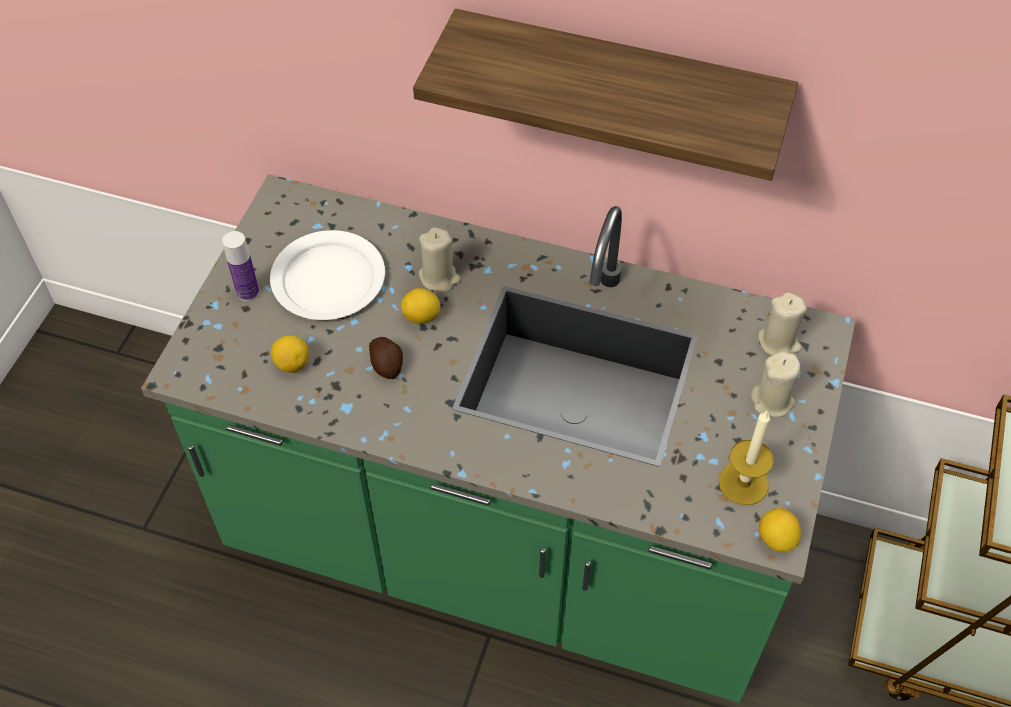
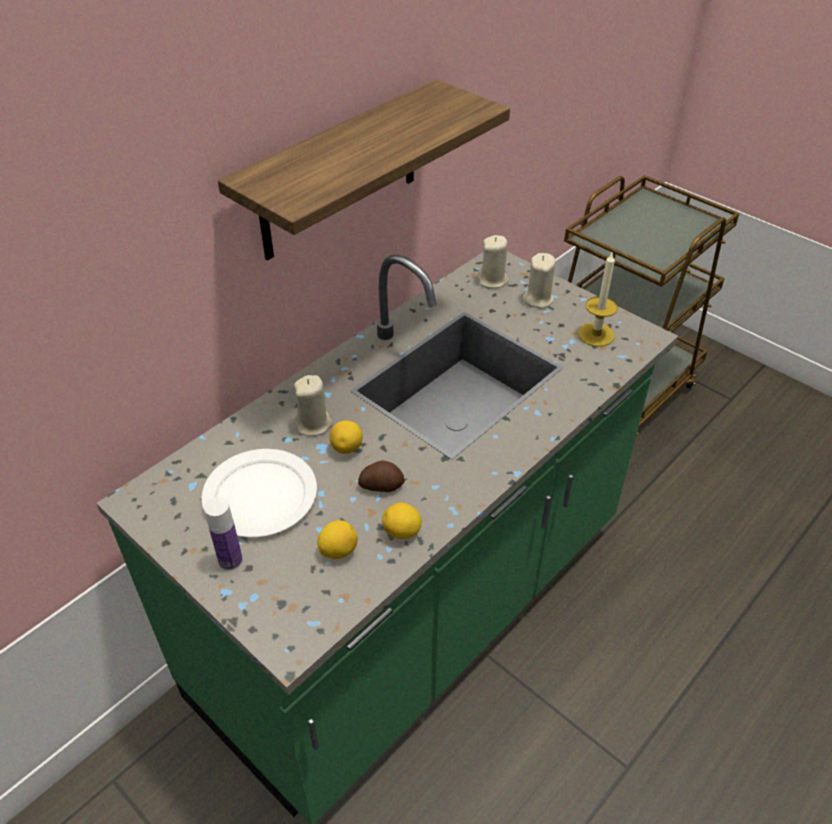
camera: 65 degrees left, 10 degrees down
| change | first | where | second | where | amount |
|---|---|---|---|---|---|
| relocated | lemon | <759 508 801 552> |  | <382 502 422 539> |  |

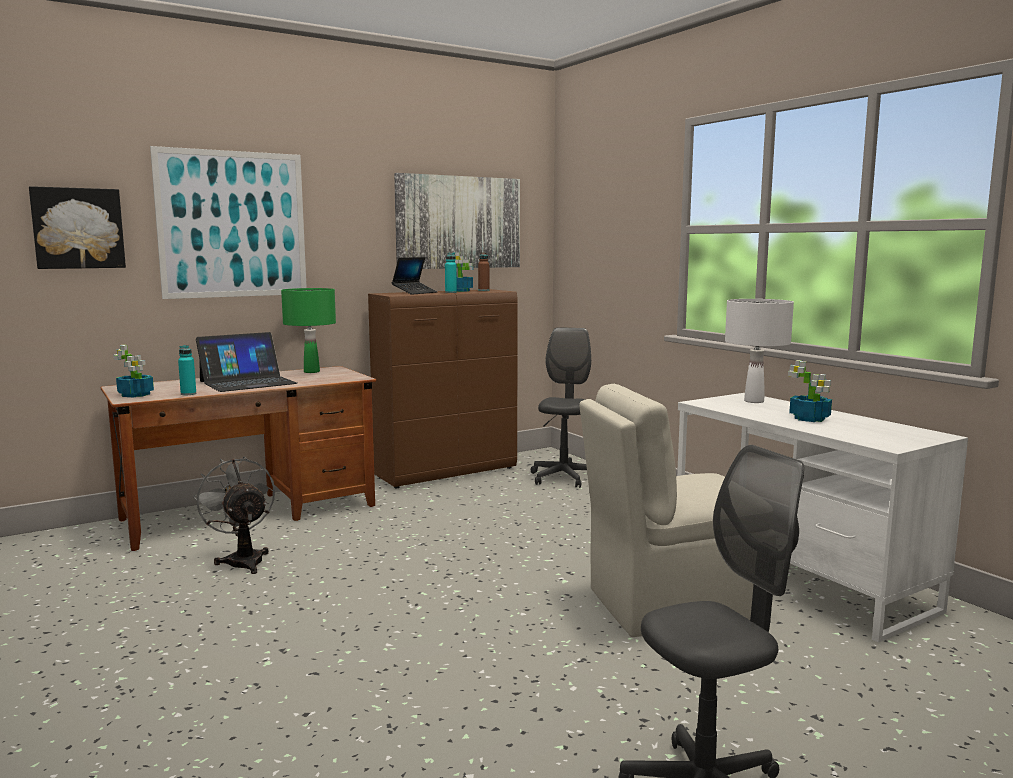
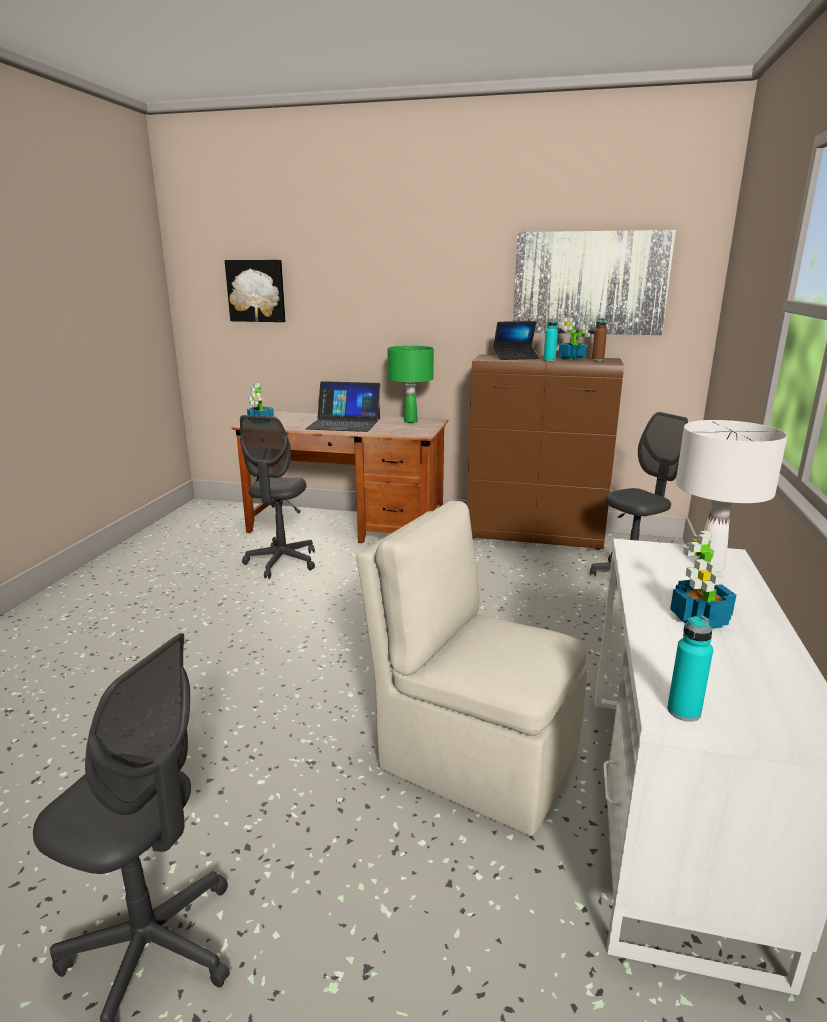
camera: 45 degrees right, 10 degrees up
| change | first | where | second | where | amount |
|---|---|---|---|---|---|
| missing | picture | <150 146 307 299> |  |  |  |
| relocated | turquoise bottle | <178 345 196 395> |  | <667 615 713 722> |  |
| exchanged | grey fan | <193 457 275 574> | grey office chair | <240 415 315 579> |  |

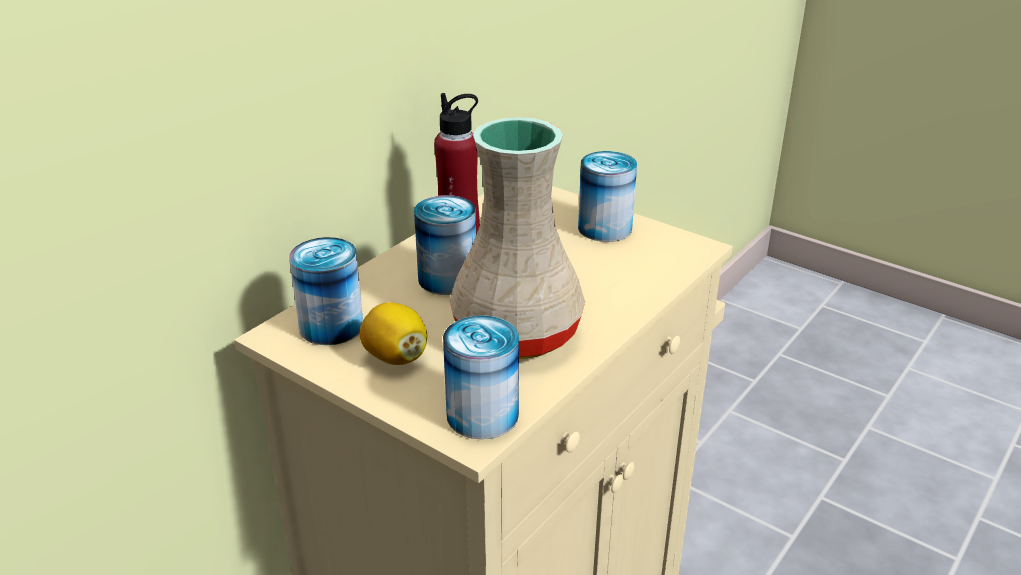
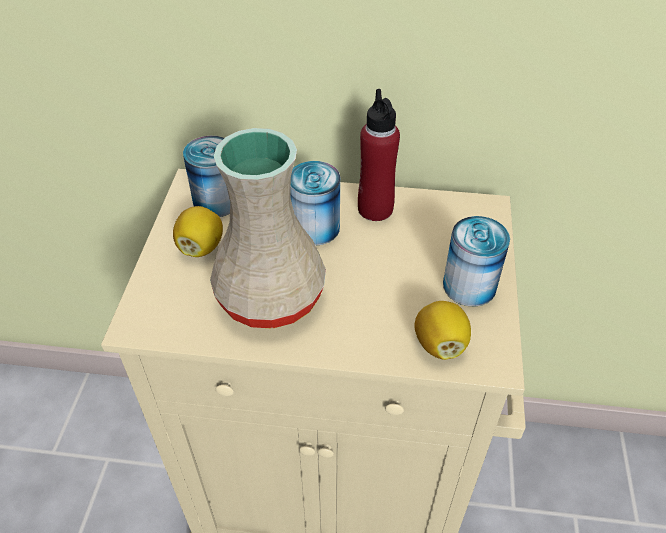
camera: 60 degrees right, 15 degrees up
| change | first | where | second | where | amount |
|---|---|---|---|---|---|
| missing | can | <443 315 519 439> |  |  |  |
| appeared |  |  | lemon | <415 301 471 360> |  |

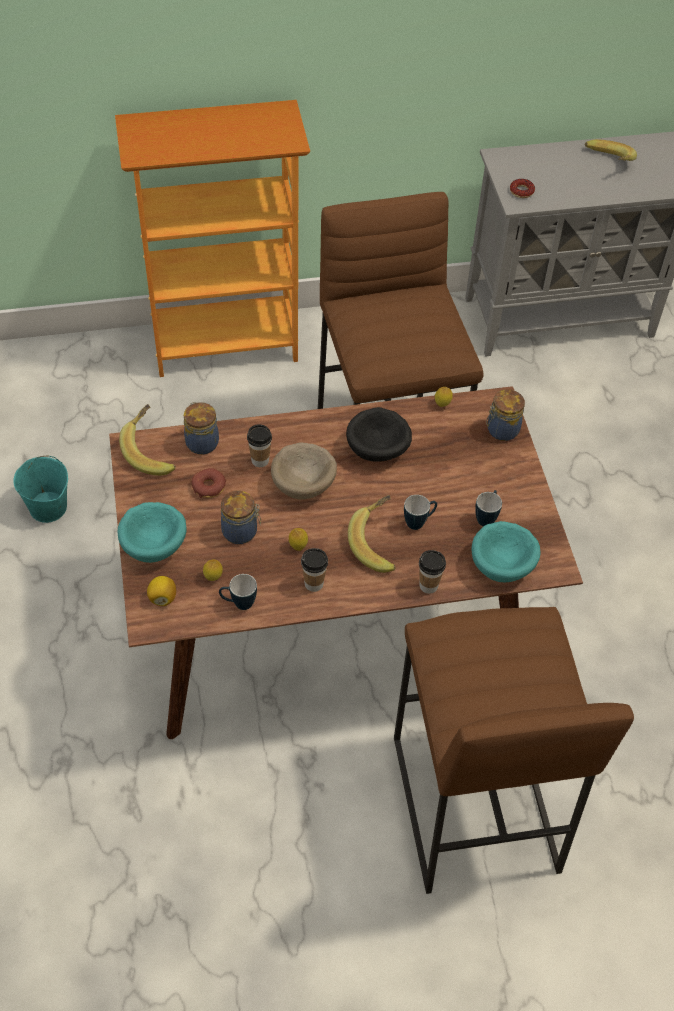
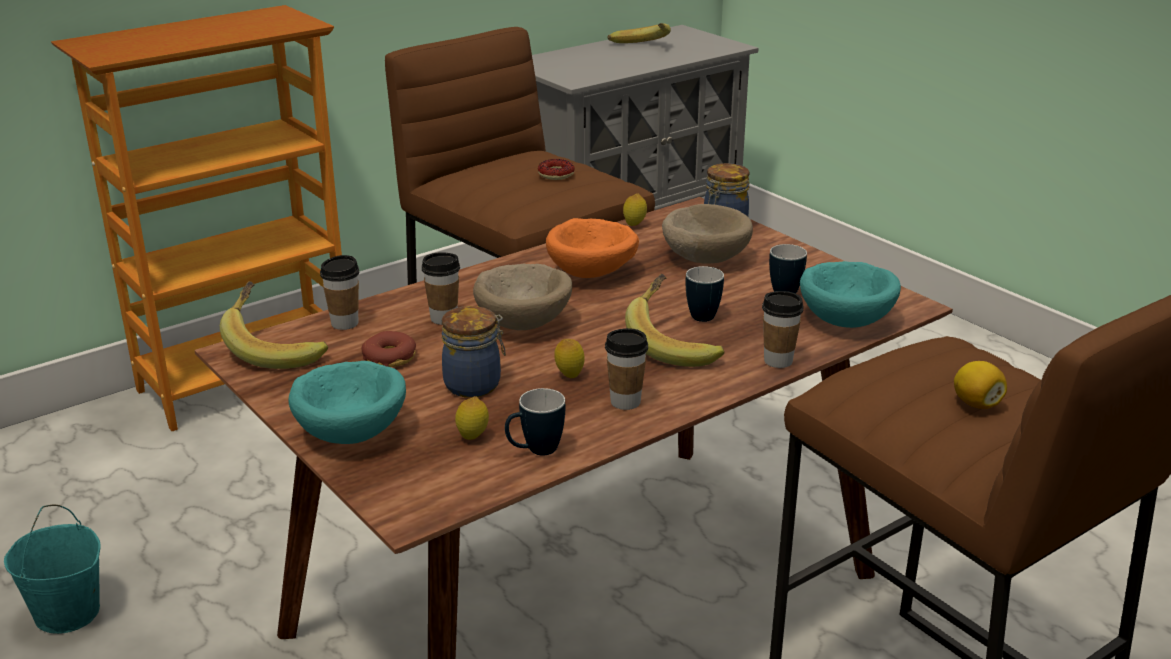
camera: 25 degrees left, 25 degrees down
| change | first | where | second | where | amount |
|---|---|---|---|---|---|
| relocated | lemon | <147 576 176 606> |  | <954 361 1007 409> |  |
| exchanged | jar | <184 402 219 455> | cup | <320 255 359 330> |  |
| colour | black bowl | <346 407 412 462> | orange bowl | <546 218 639 278> |  |
| relocated | donut | <510 179 535 198> |  | <538 159 575 180> |  |
| appeared |  |  | beige bowl | <662 204 753 263> |  |

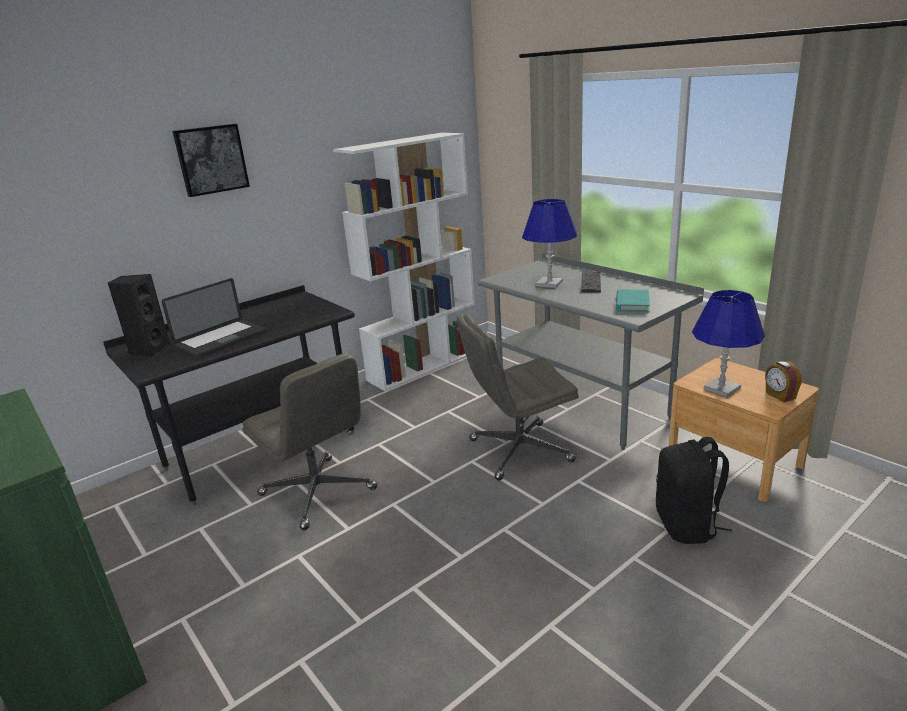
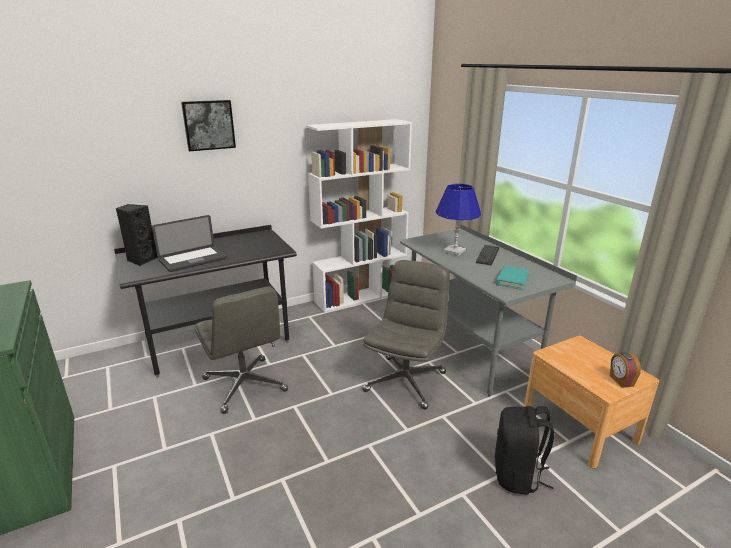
camera: 10 degrees right, 0 degrees up
| change | first | where | second | where | amount |
|---|---|---|---|---|---|
| spun | grey office chair | <457 314 578 481> |  | <362 260 450 409> | 120 degrees clockwise |
| missing | blue table lamp | <692 290 765 397> |  |  |  |

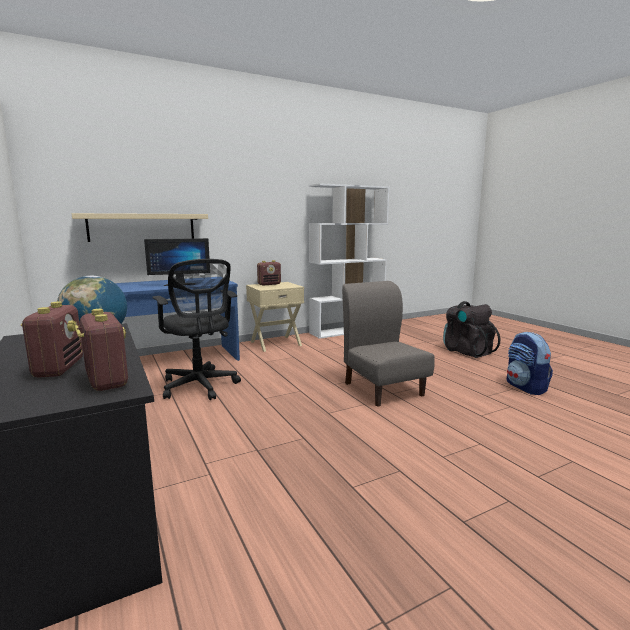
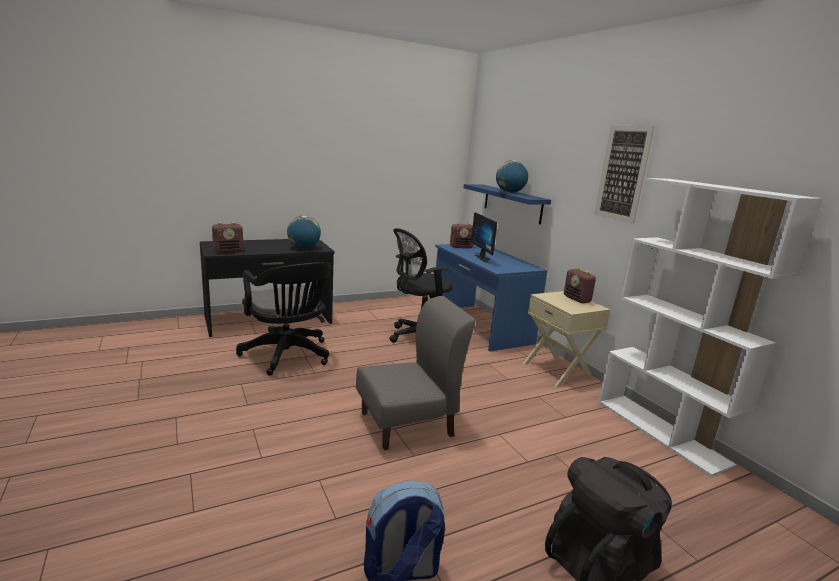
camera: 90 degrees right, 5 degrees up
| change | first | where | second | where | amount |
|---|---|---|---|---|---|
| relocated | radio | <20 302 83 378> |  | <450 223 474 248> |  |
| colour | beige shelf | <72 213 208 242> | blue shelf | <463 184 551 224> |  |
| appeared |  |  | black office chair | <236 262 331 376> |  |
| appeared |  |  | globe | <496 160 528 193> |  |
| appeared |  |  | picture | <594 125 655 224> |  |

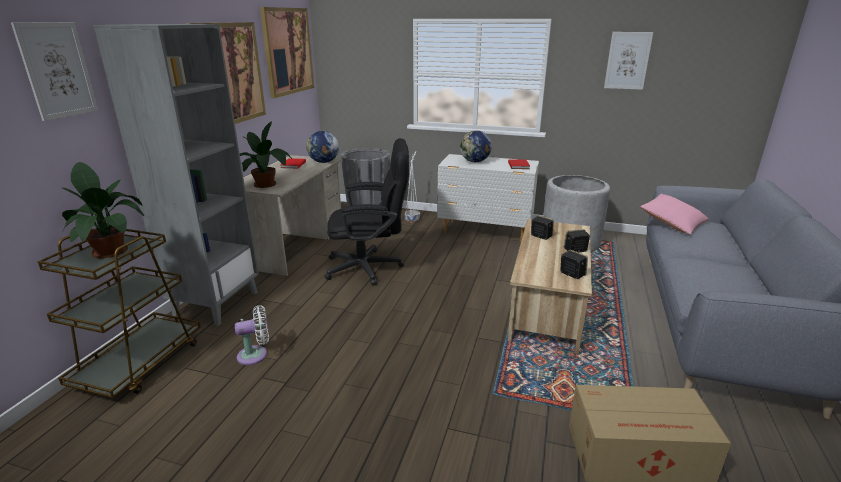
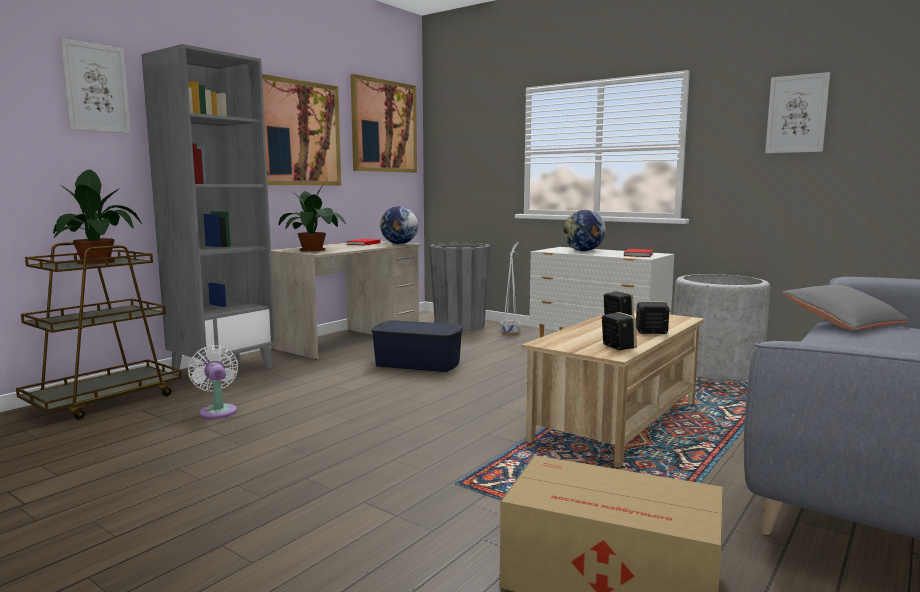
camera: 20 degrees right, 15 degrees down
| change | first | where | second | where | amount |
|---|---|---|---|---|---|
| spun | white fan | <235 305 269 365> |  | <188 345 238 419> | 120 degrees counterclockwise |
| exchanged | black office chair | <324 138 409 285> | blue storage box | <371 320 463 372> |  |
| colour | pink pillow | <640 194 709 235> | grey pillow | <783 285 910 330> |  |

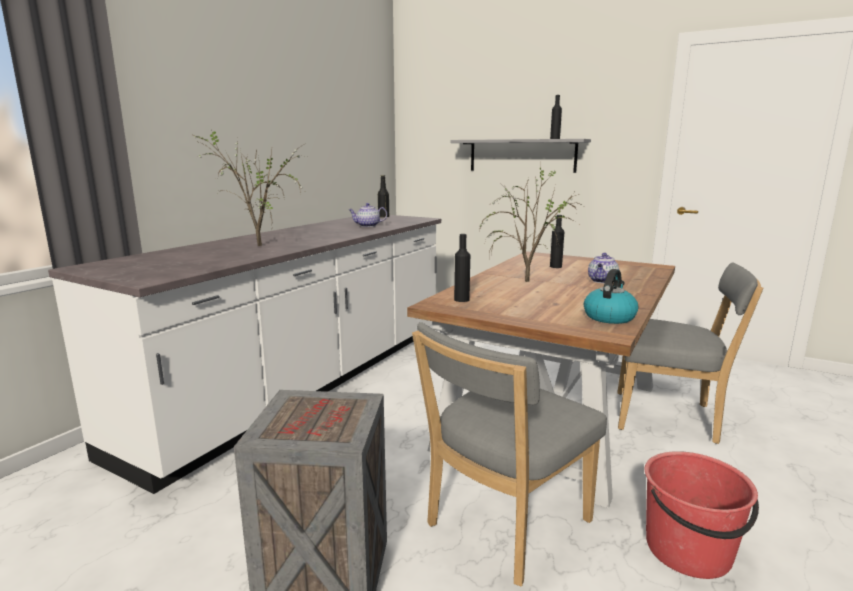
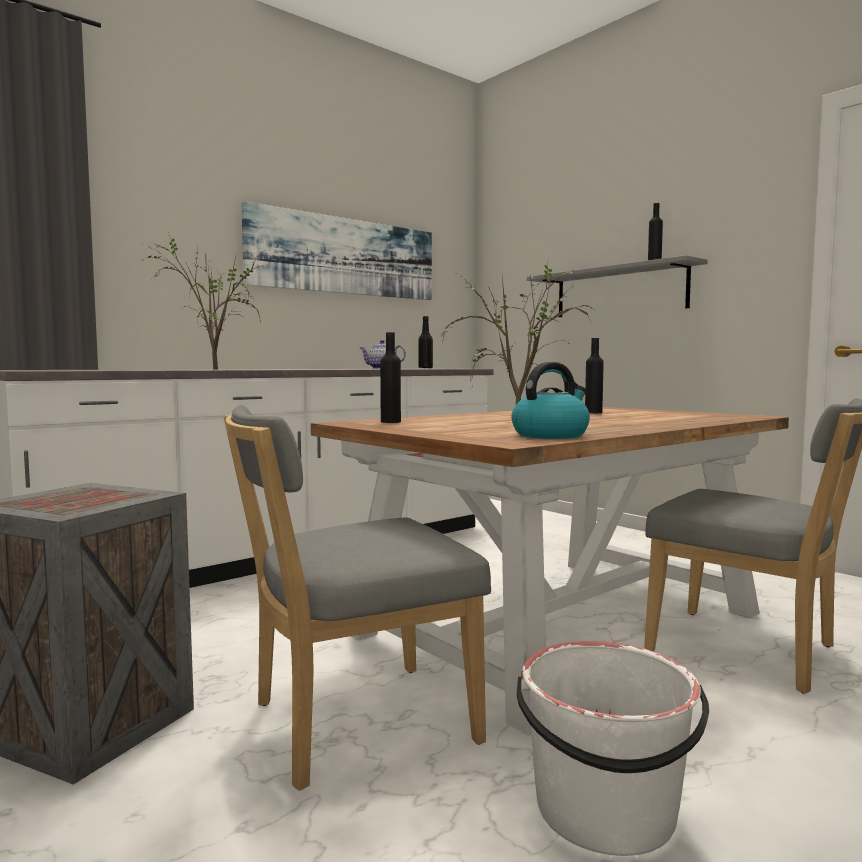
camera: 20 degrees right, 10 degrees down
| change | first | where | second | where | amount |
|---|---|---|---|---|---|
| missing | teapot | <588 253 619 283> |  |  |  |
| colour | red bucket | <645 451 759 579> | white bucket | <517 641 709 856> |  |
| appeared |  |  | picture | <241 201 432 300> |  |

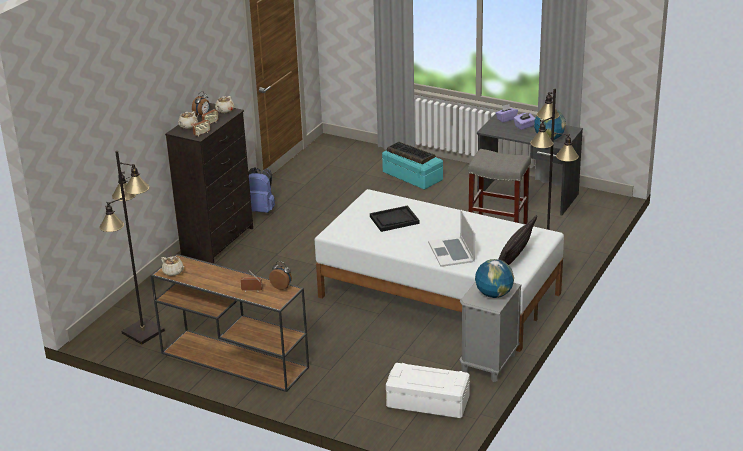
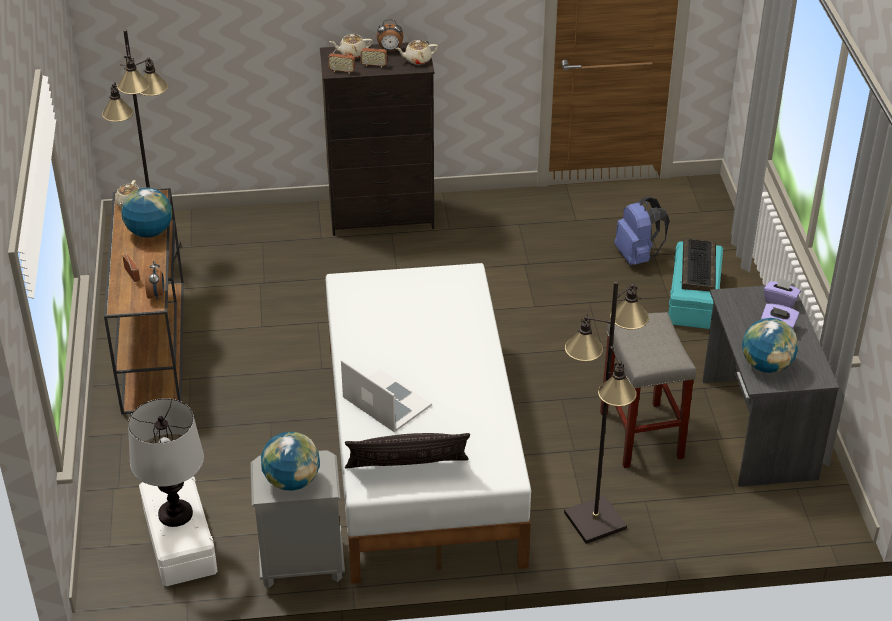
camera: 55 degrees right, 10 degrees up
| change | first | where | second | where | amount |
|---|---|---|---|---|---|
| relocated | blue backpack | <248 168 275 213> |  | <614 197 669 265> |  |
| missing | black tray | <370 205 420 232> |  |  |  |
| spun | laptop | <428 210 475 267> |  | <341 359 432 432> | 90 degrees clockwise |
| appeared |  |  | globe | <121 188 172 238> |  |
| appeared |  |  | table lamp | <128 398 204 527> |  |

